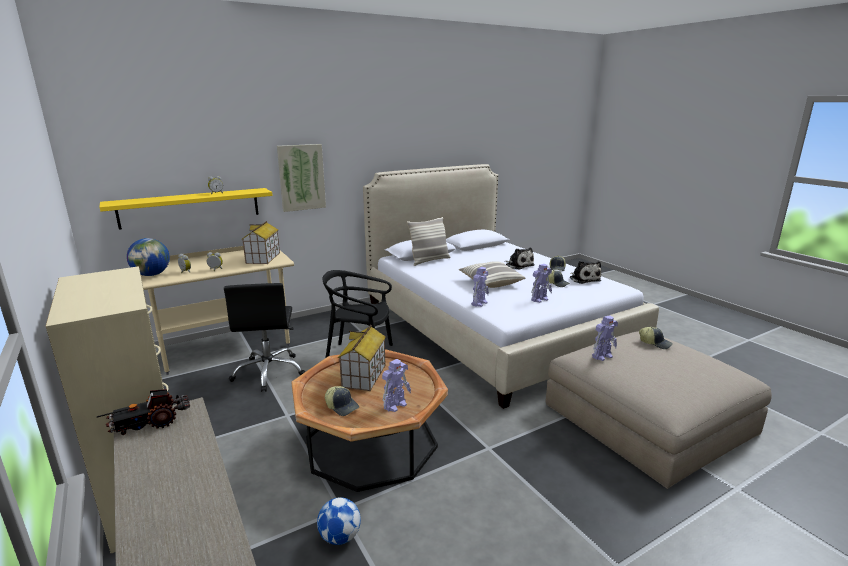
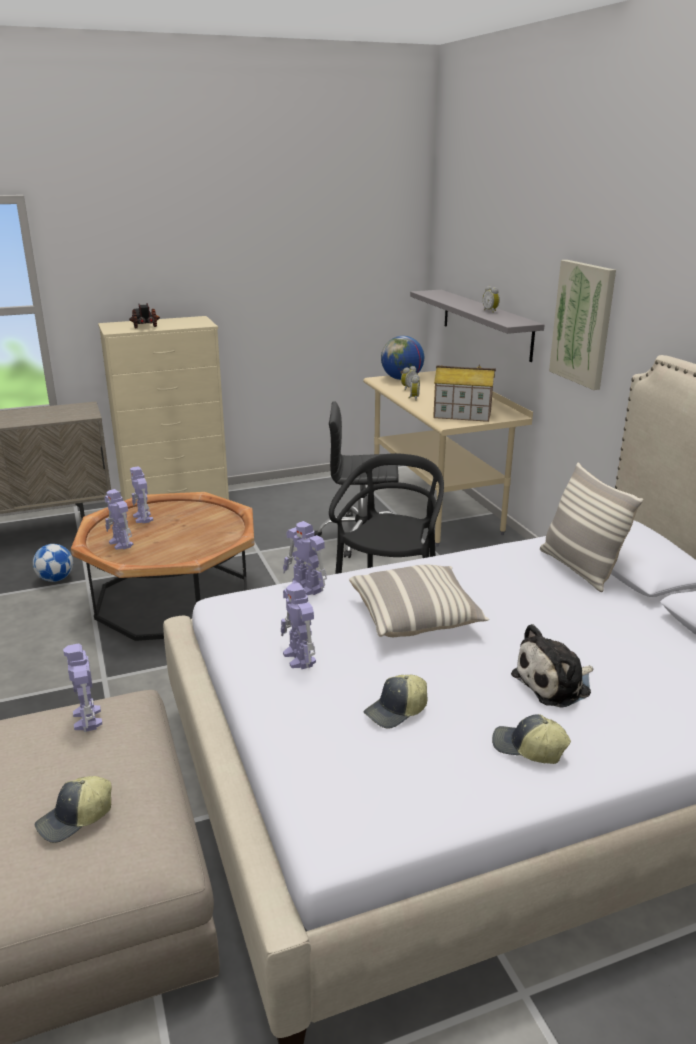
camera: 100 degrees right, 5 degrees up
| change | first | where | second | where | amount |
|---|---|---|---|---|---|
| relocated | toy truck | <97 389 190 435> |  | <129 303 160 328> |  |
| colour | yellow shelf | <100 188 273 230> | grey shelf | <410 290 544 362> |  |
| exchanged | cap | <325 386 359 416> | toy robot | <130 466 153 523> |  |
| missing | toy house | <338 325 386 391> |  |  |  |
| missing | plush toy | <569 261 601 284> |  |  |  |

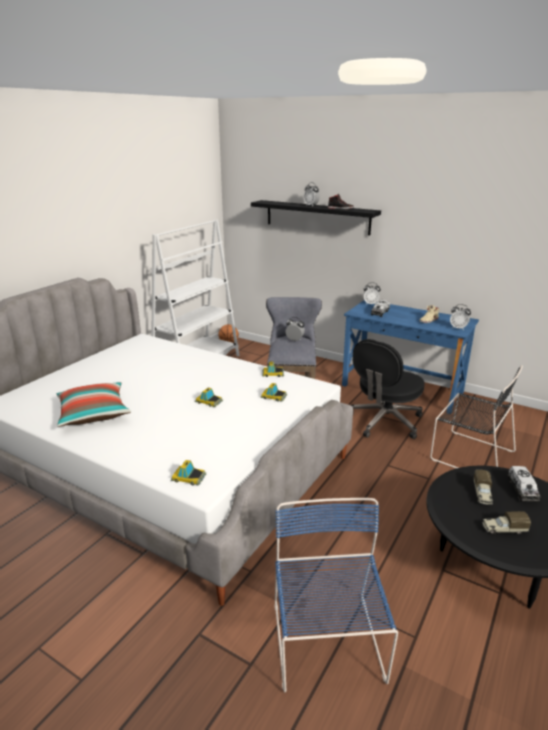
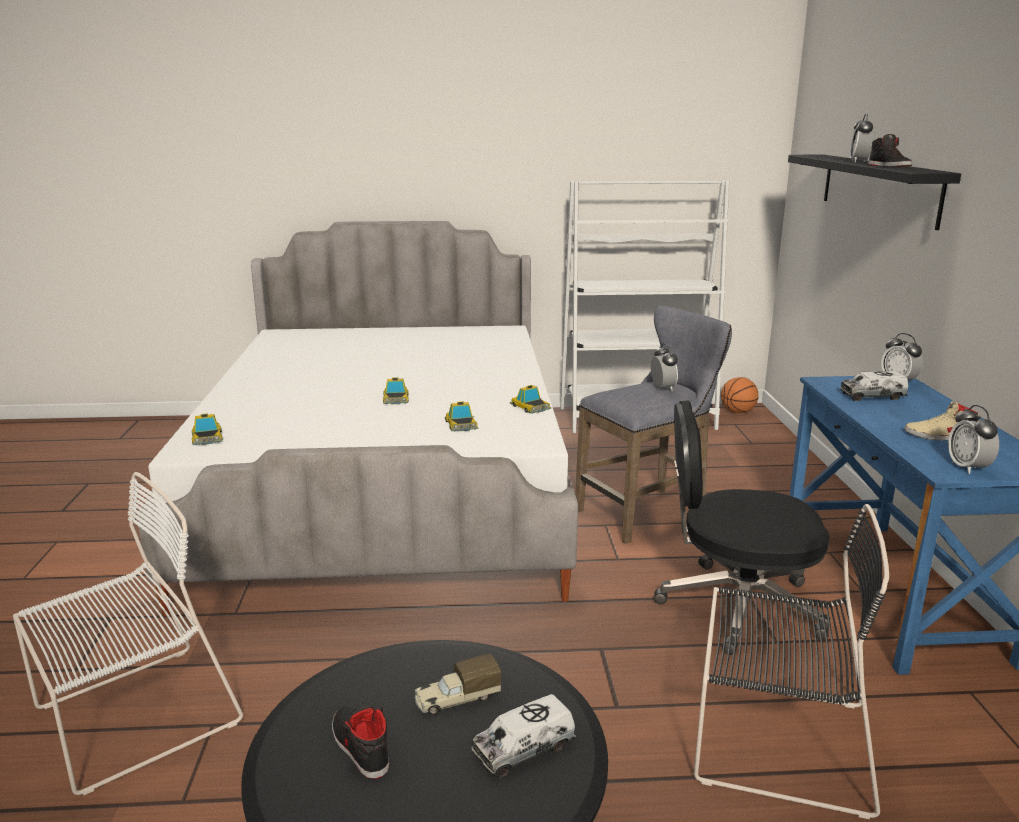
camera: 55 degrees right, 5 degrees down
| change | first | where | second | where | amount |
|---|---|---|---|---|---|
| missing | pillow | <57 382 131 427> |  |  |  |
| colour | blue chair | <274 498 398 692> | white chair | <13 472 243 795> |  |
| spun | black chair | <430 365 523 468> |  | <694 504 889 819> | 75 degrees counterclockwise |
| exchanged | toy truck | <482 511 531 534> | black shoe | <332 706 389 779> |  |

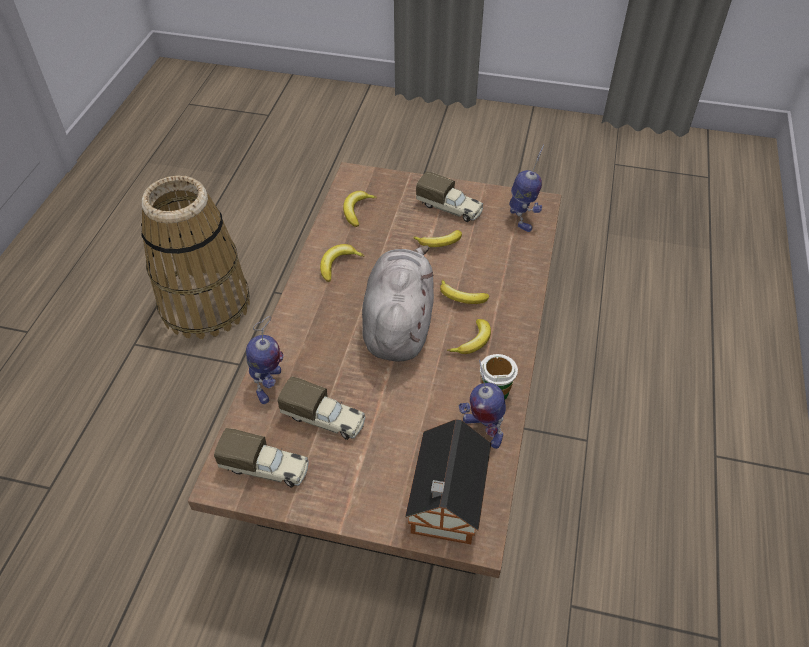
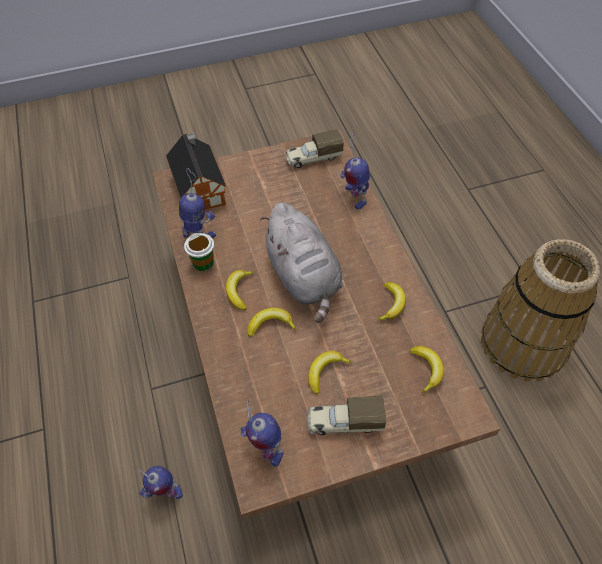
camera: 150 degrees right, 5 degrees up
| change | first | where | second | where | amount |
|---|---|---|---|---|---|
| missing | toy truck | <277 377 365 440> |  |  |  |
| appeared |  |  | toy robot | <136 466 183 499> |  |

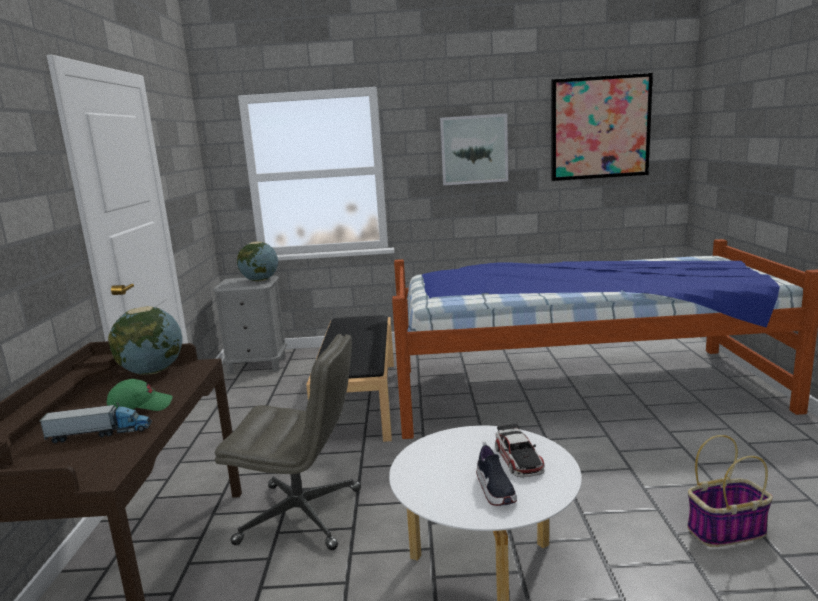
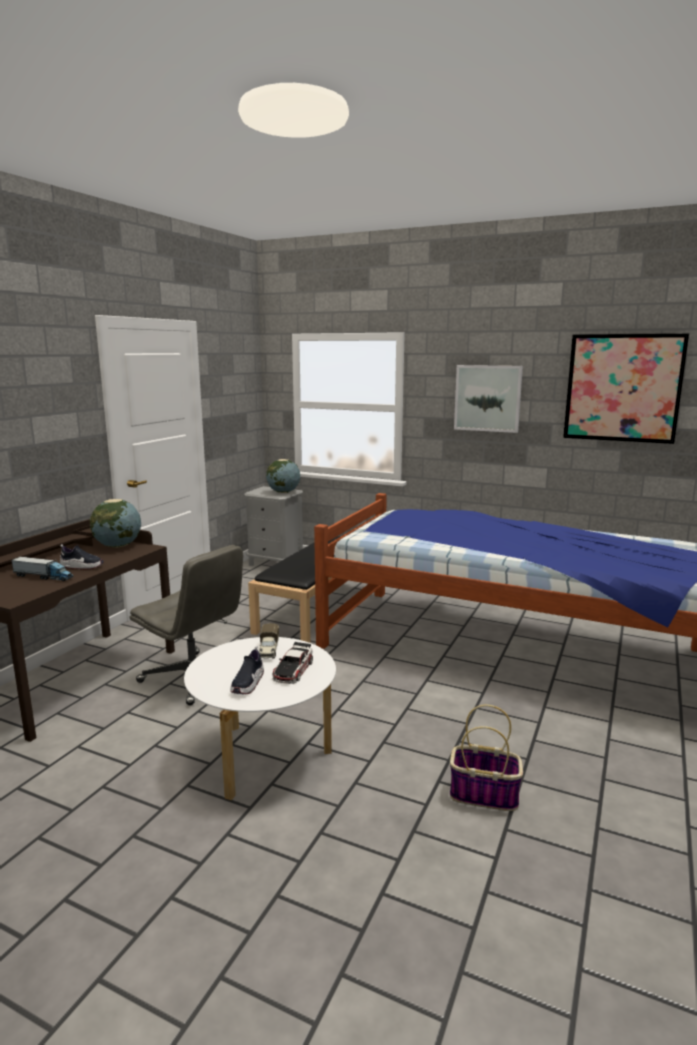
camera: 25 degrees right, 0 degrees up
| change | first | where | second | where | amount |
|---|---|---|---|---|---|
| exchanged | green cap | <107 379 173 411> | shoe | <60 544 104 569> |  |
| appeared |  |  | toy truck | <259 623 279 659> |  |

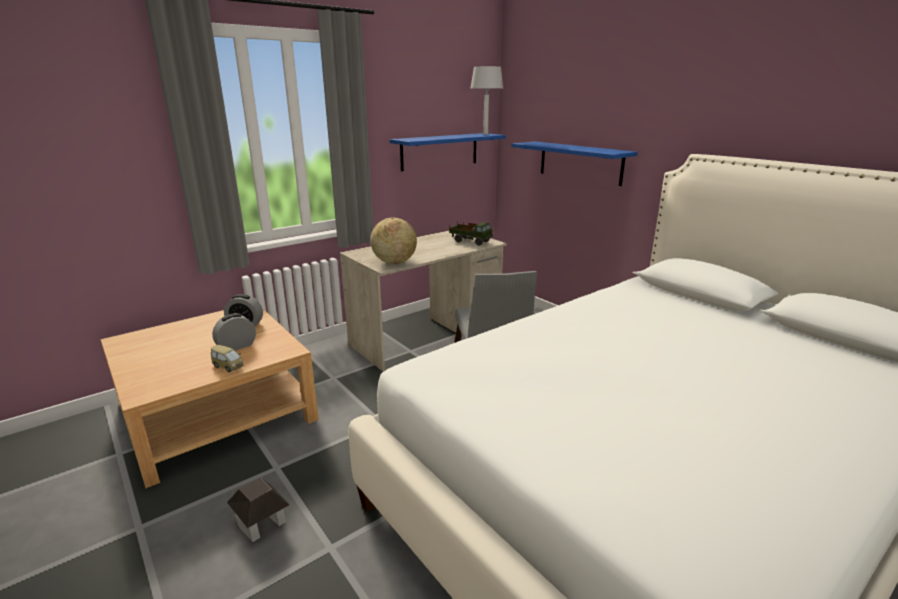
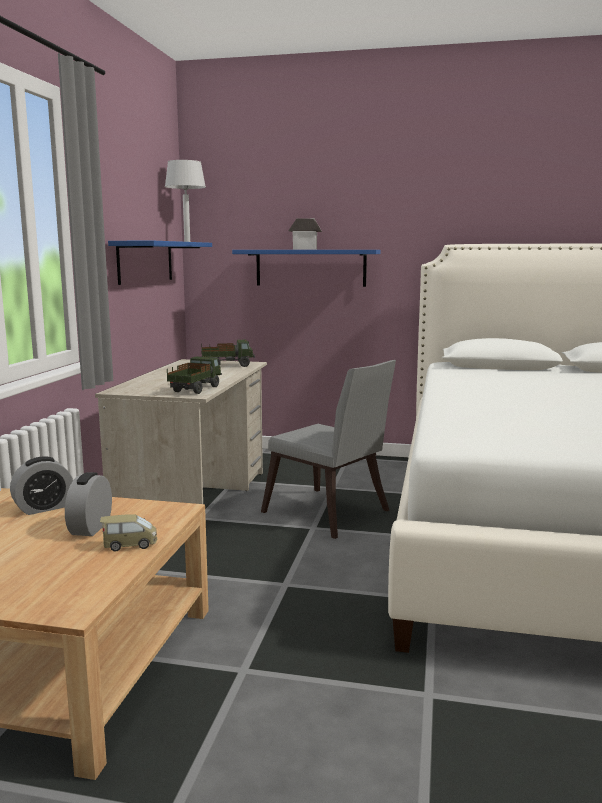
camera: 40 degrees left, 10 degrees down
| change | first | where | second | where | amount |
|---|---|---|---|---|---|
| relocated | toy house | <227 478 290 542> |  | <288 218 322 249> |  |
| exchanged | globe | <370 218 417 264> | toy truck | <167 356 222 394> |  |

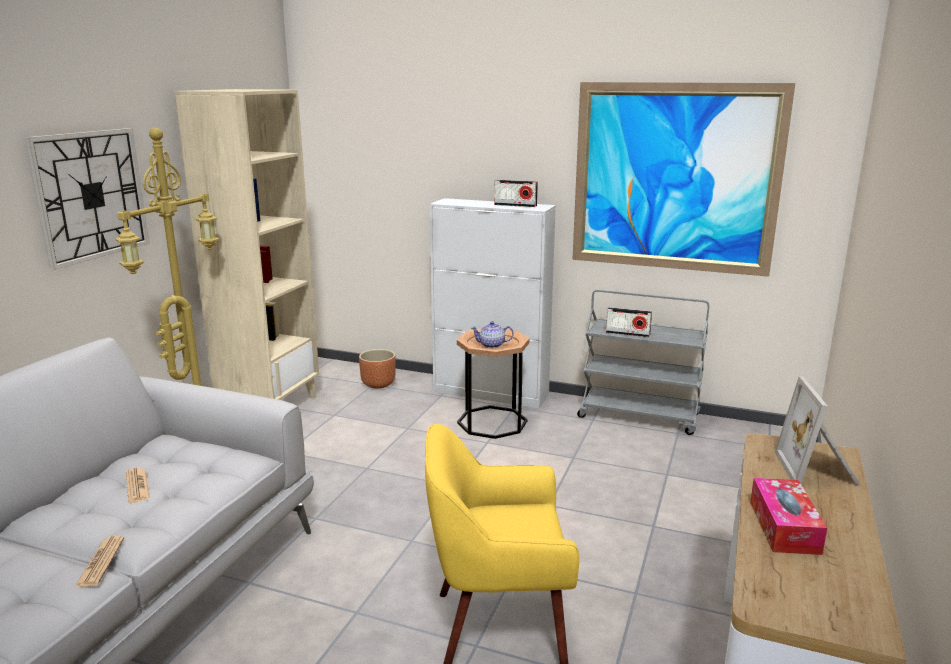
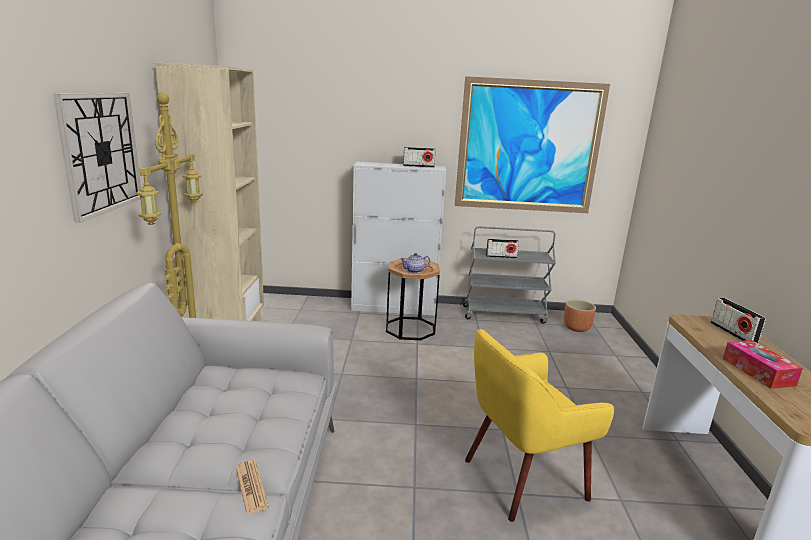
camera: 20 degrees left, 0 degrees up
| change | first | where | second | where | amount |
|---|---|---|---|---|---|
| missing | newspaper | <126 467 150 503> |  |  |  |
| relocated | brown planter | <359 349 396 388> |  | <564 299 596 332> |  |
| exchanged | picture frame | <775 376 861 486> | radio | <711 298 766 344> |  |

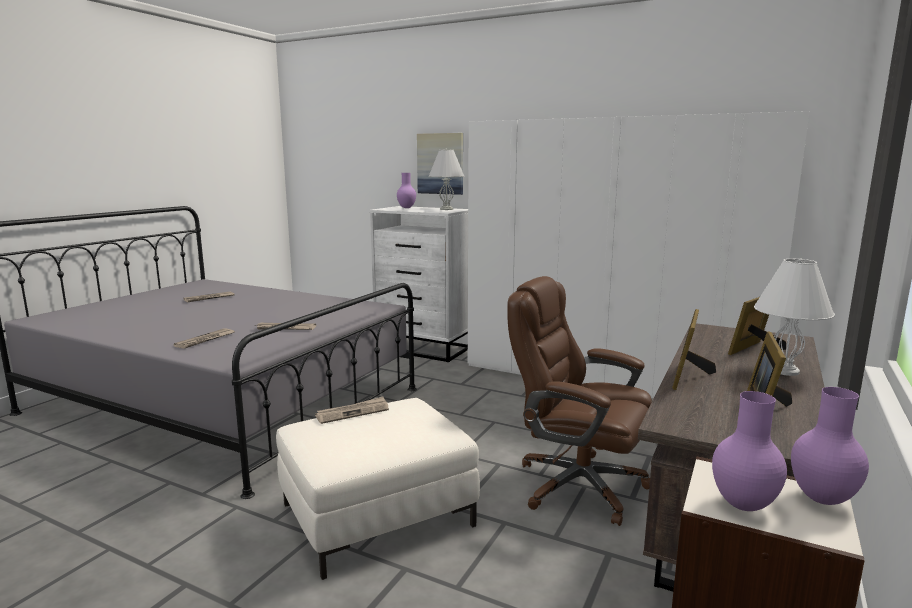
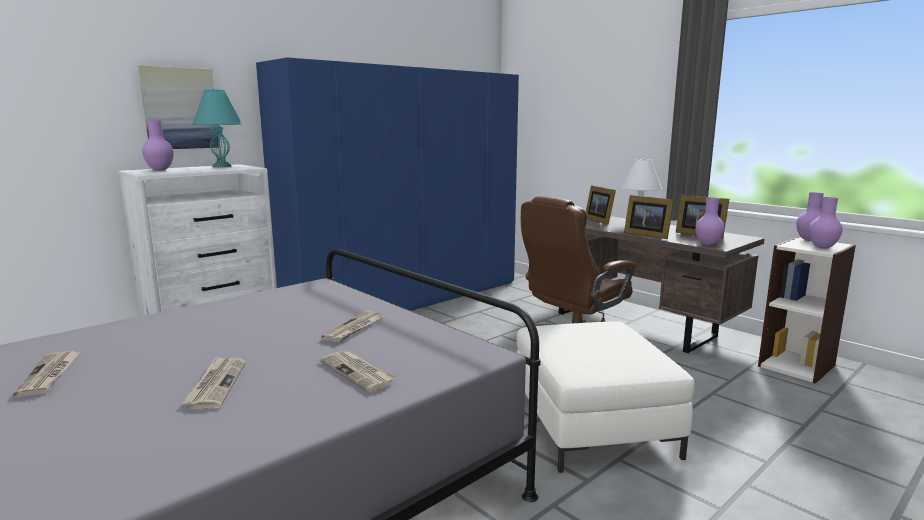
camera: 70 degrees left, 0 degrees up
| change | first | where | second | where | amount |
|---|---|---|---|---|---|
| relocated | newspaper | <315 396 389 424> |  | <182 356 245 410> |  |
| colour | white table lamp | <428 148 464 210> | turquoise table lamp | <192 88 242 167> |  |
| colour | white wardrobe | <468 111 810 398> | blue wardrobe | <256 57 519 311> |  |
| appeared |  |  | purple vase | <695 198 724 245> |  |

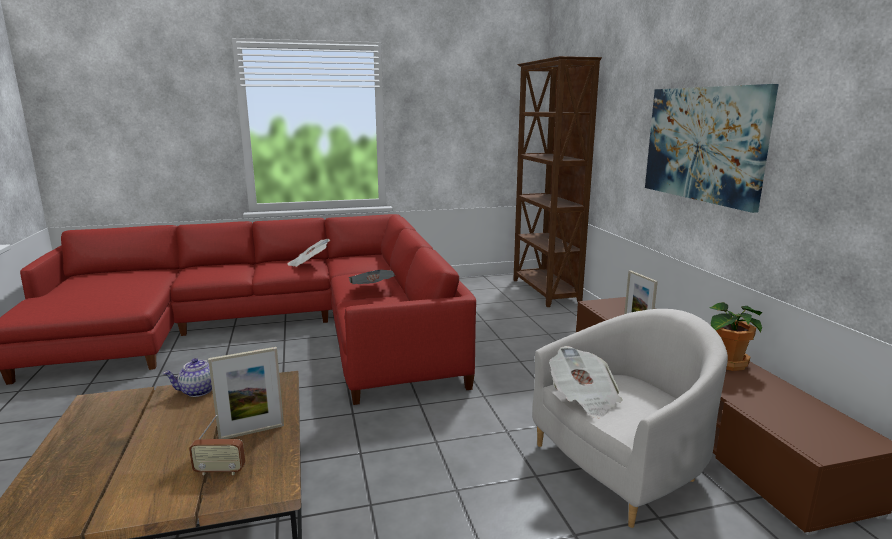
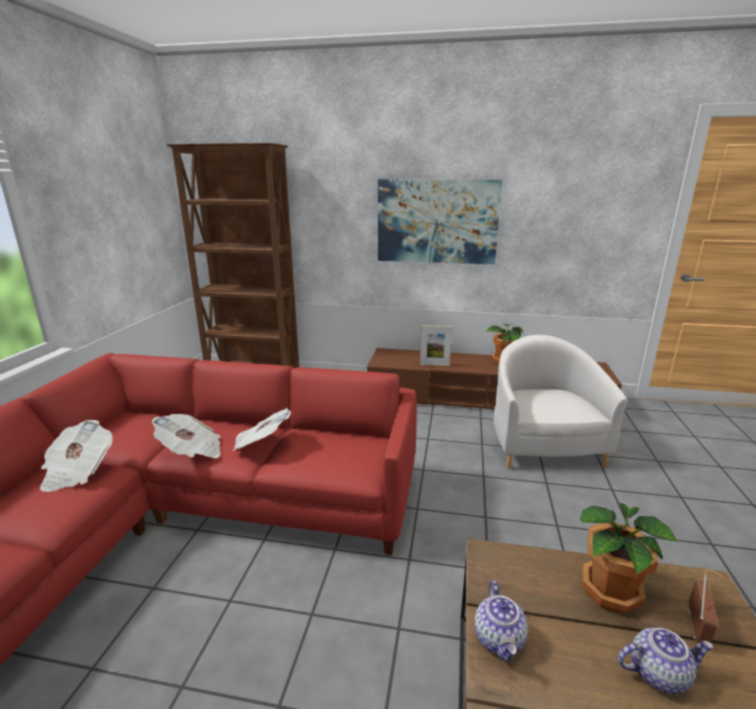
camera: 65 degrees left, 5 degrees up
| change | first | where | second | where | amount |
|---|---|---|---|---|---|
| exchanged | picture frame | <208 347 284 439> | potted plant | <580 503 679 614> |  |
| relocated | newspaper | <549 346 622 419> |  | <152 414 221 458> |  |
| appeared |  |  | teapot | <618 628 713 694> |  |

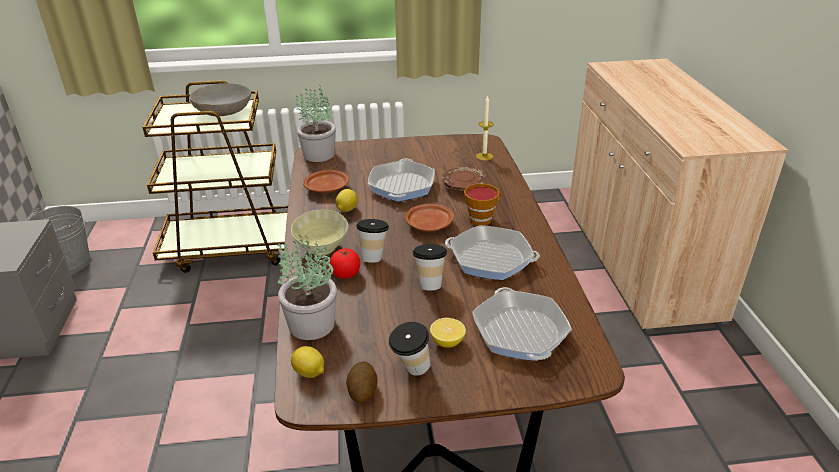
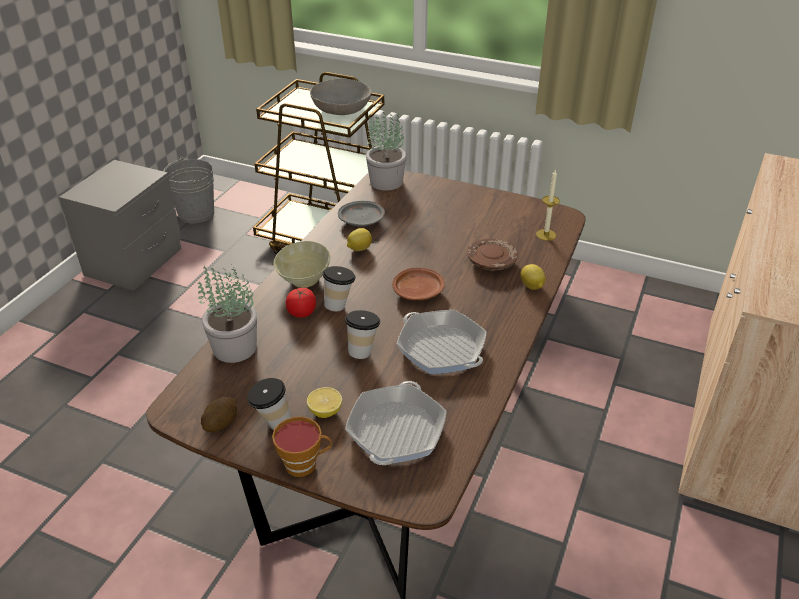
camera: 30 degrees right, 5 degrees up
| change | first | where | second | where | amount |
|---|---|---|---|---|---|
| relocated | lemon | <291 346 324 378> |  | <521 264 545 290> |  |
| colour | brown plate | <303 170 349 193> | grey plate | <338 201 385 226> |  |
| missing | frying pan | <368 158 435 202> |  |  |  |
| relocated | cup | <464 183 501 226> |  | <272 416 332 477> |  |

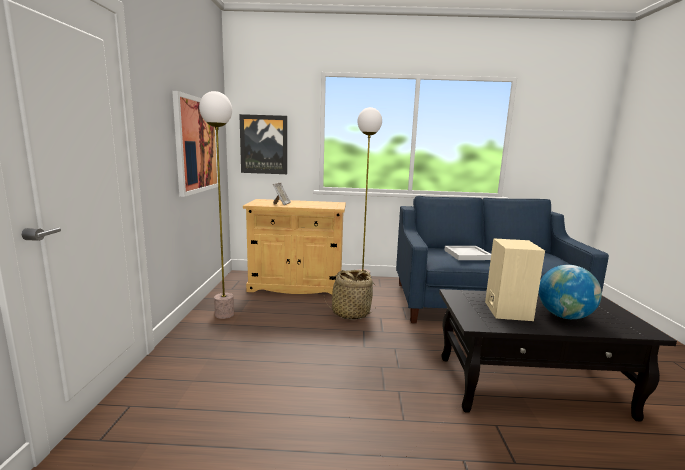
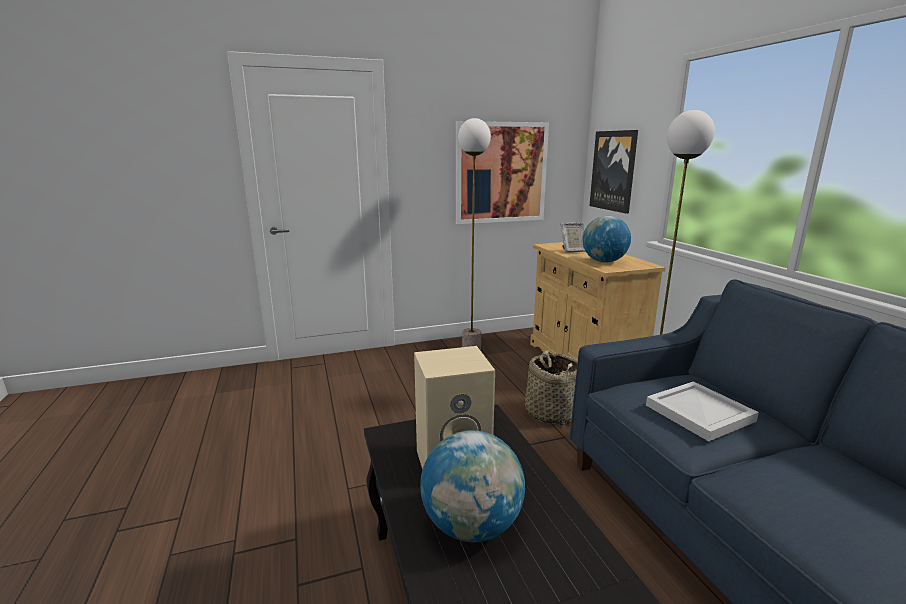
camera: 70 degrees right, 5 degrees up
| change | first | where | second | where | amount |
|---|---|---|---|---|---|
| appeared |  |  | globe | <582 216 631 263> |  |

